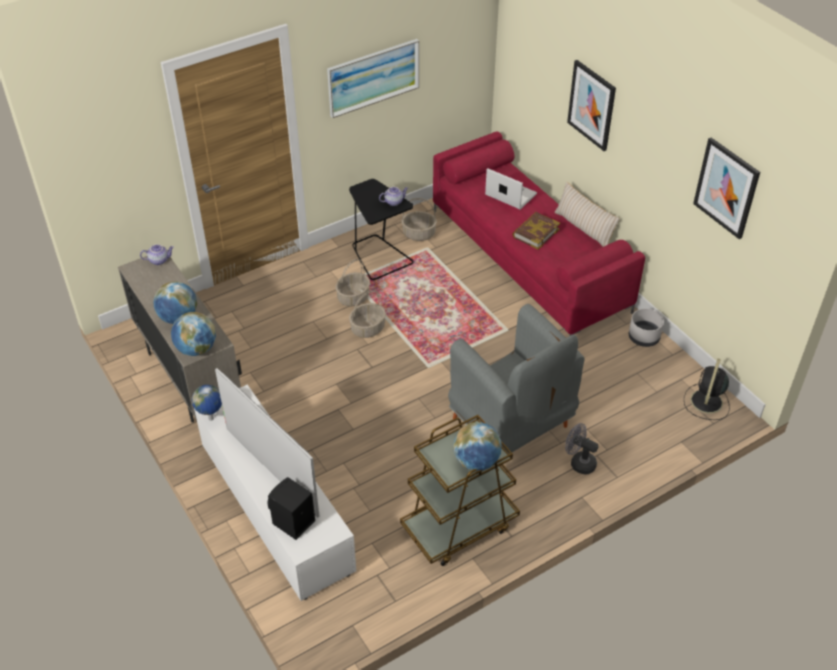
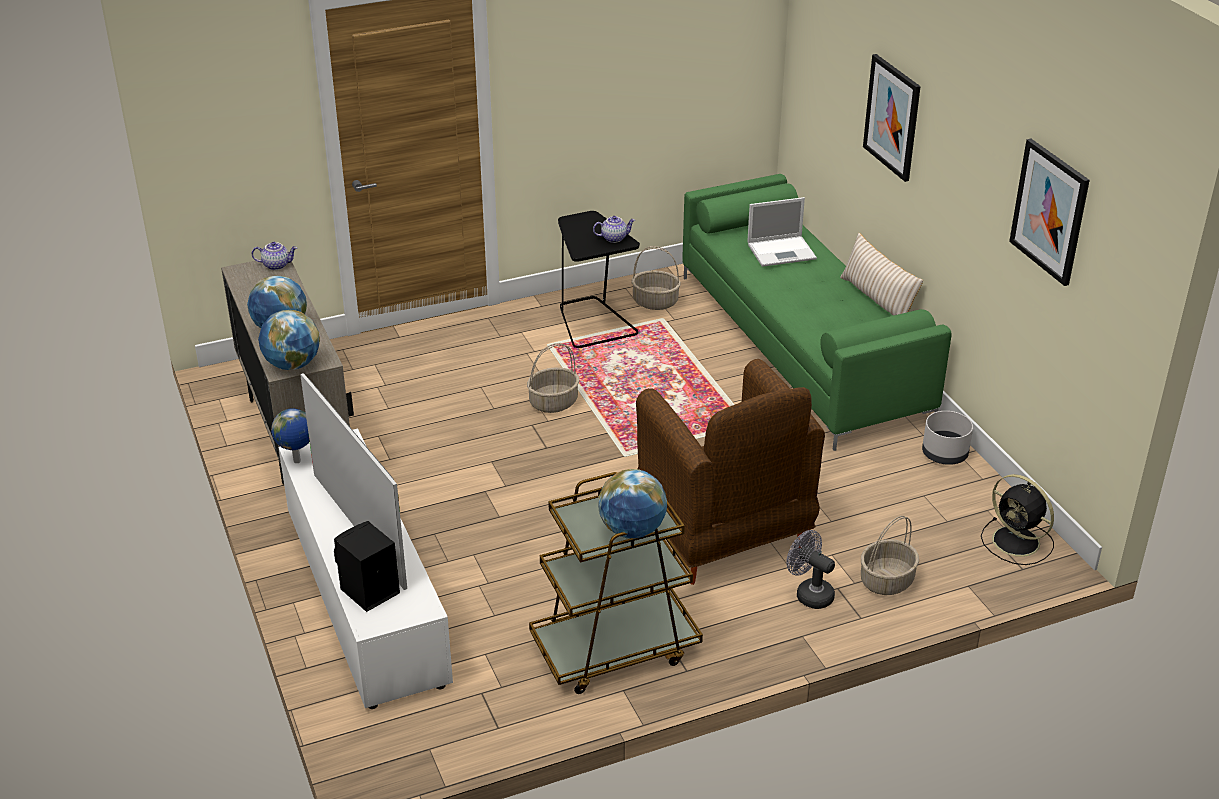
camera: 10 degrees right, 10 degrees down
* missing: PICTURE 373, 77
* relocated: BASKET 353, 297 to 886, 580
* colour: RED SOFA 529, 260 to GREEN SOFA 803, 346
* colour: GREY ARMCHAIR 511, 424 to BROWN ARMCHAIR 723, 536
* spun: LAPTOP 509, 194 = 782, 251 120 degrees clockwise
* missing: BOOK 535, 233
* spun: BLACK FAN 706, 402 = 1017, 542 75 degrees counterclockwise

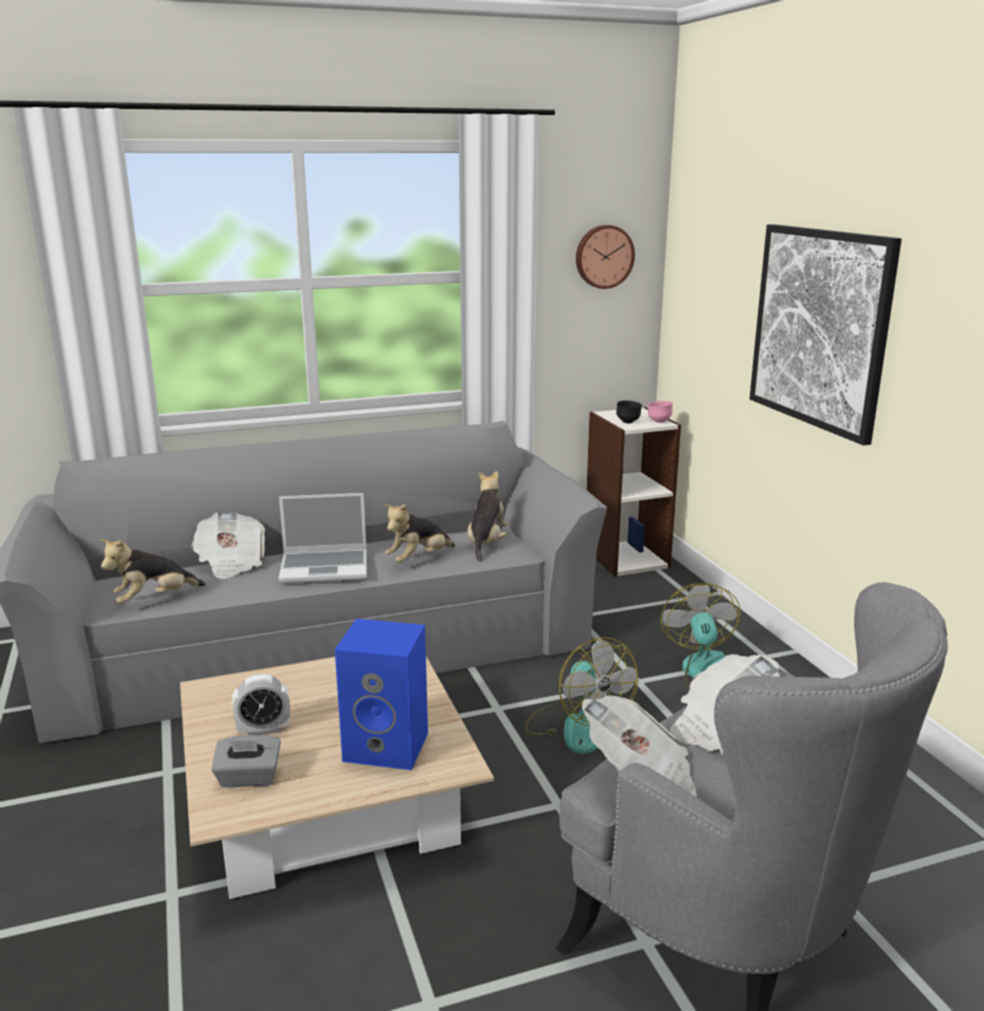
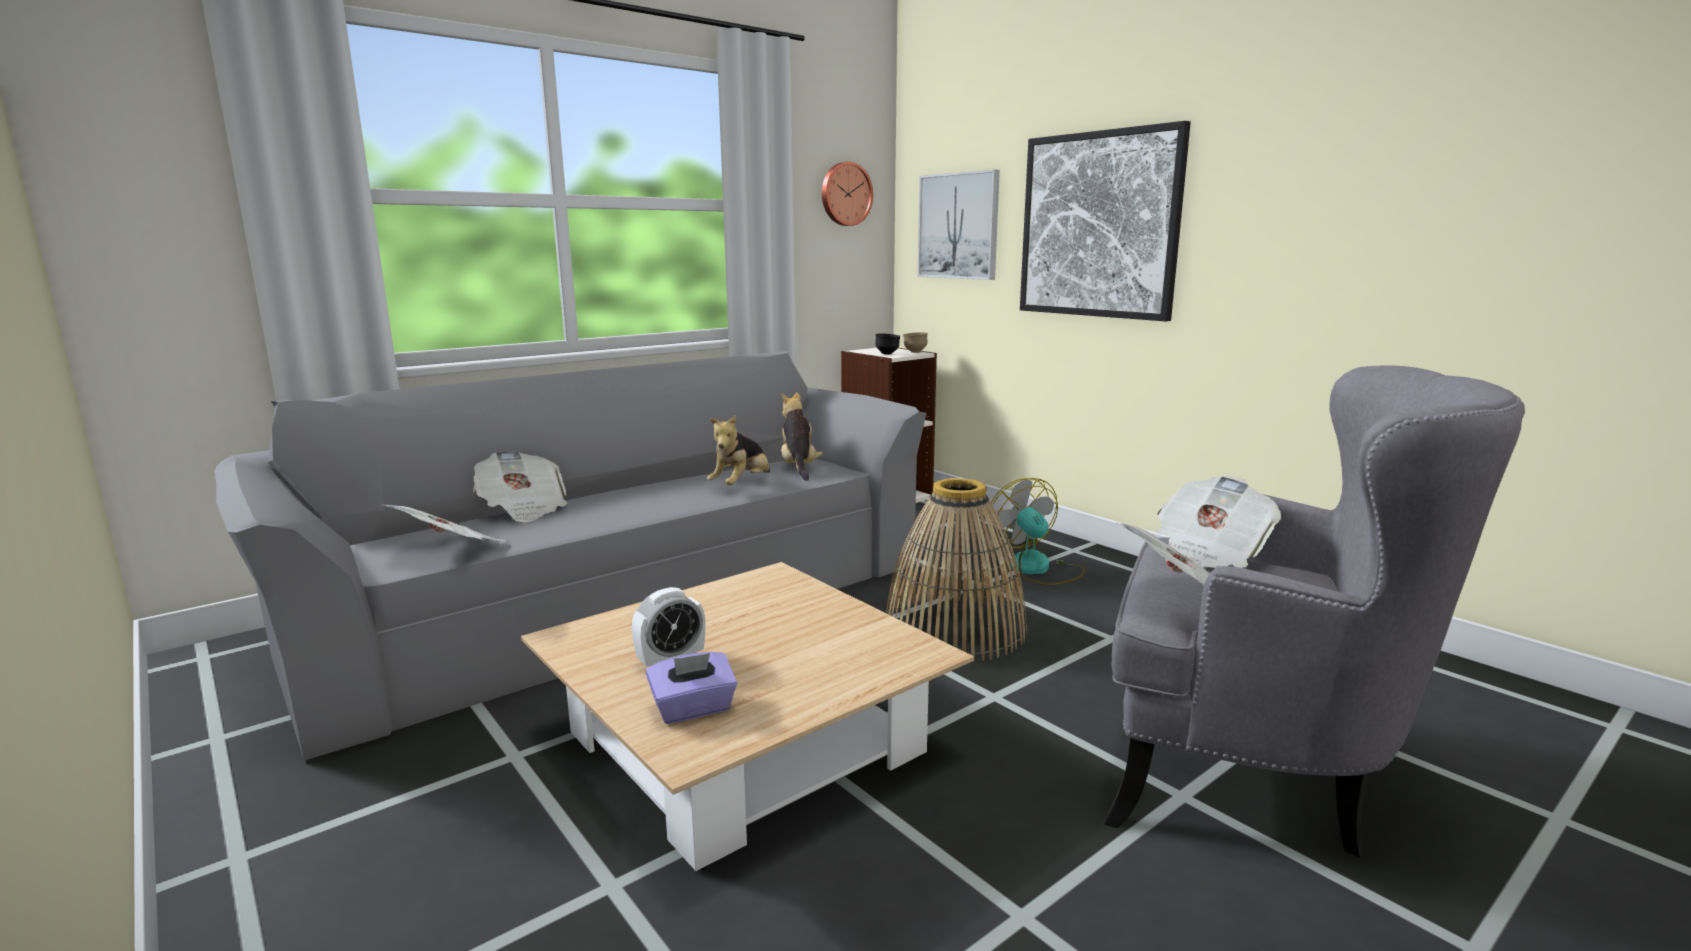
camera: 20 degrees left, 5 degrees down
* exchanged: PLUSH TOY 154, 599 to NEWSPAPER 449, 550
* colour: GREY TISSUE BOX 248, 778 to PURPLE TISSUE BOX 693, 709
* missing: LAPTOP 325, 567
* missing: BLUE SPEAKER 388, 746
* exchanged: FAN 577, 726 to BASKET 954, 628
* colour: PINK BOWL 659, 422 to BROWN BOWL 915, 352
* appeared: PICTURE 958, 226

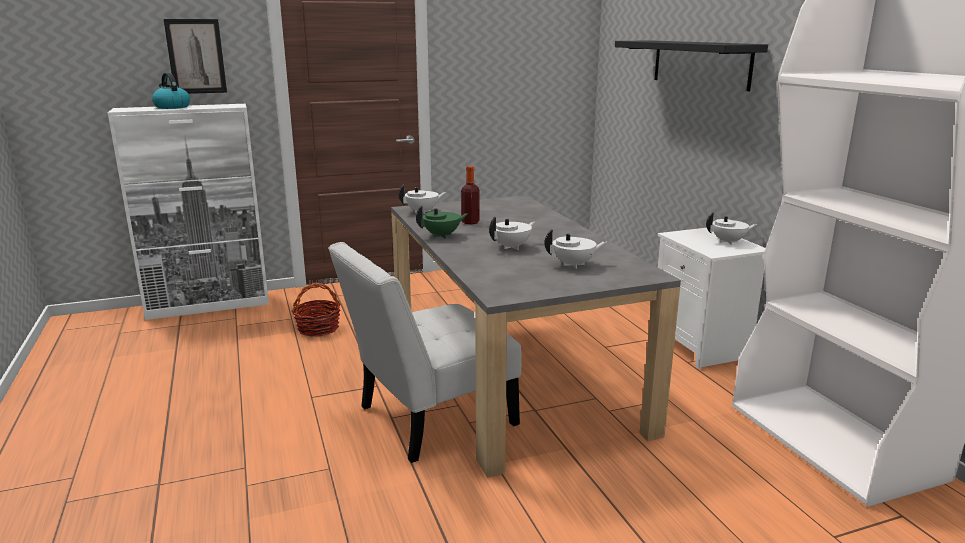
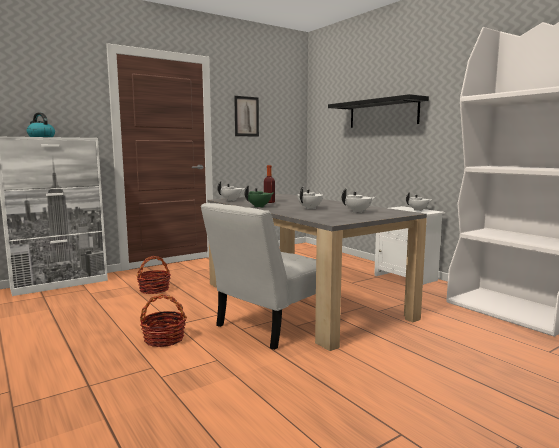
camera: 15 degrees left, 10 degrees down
* relocated: PICTURE 196, 56 to 246, 116
* appeared: BASKET 164, 339

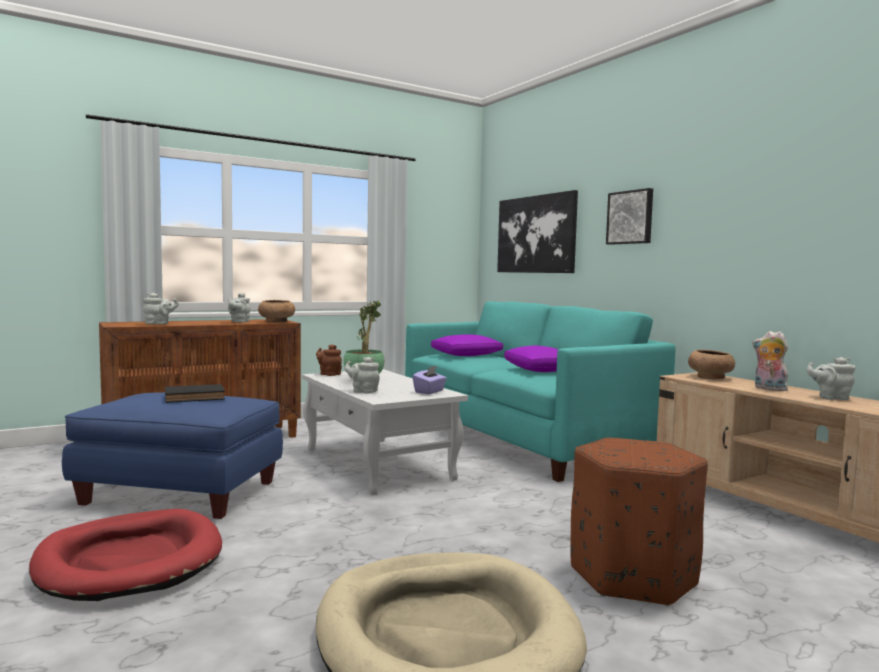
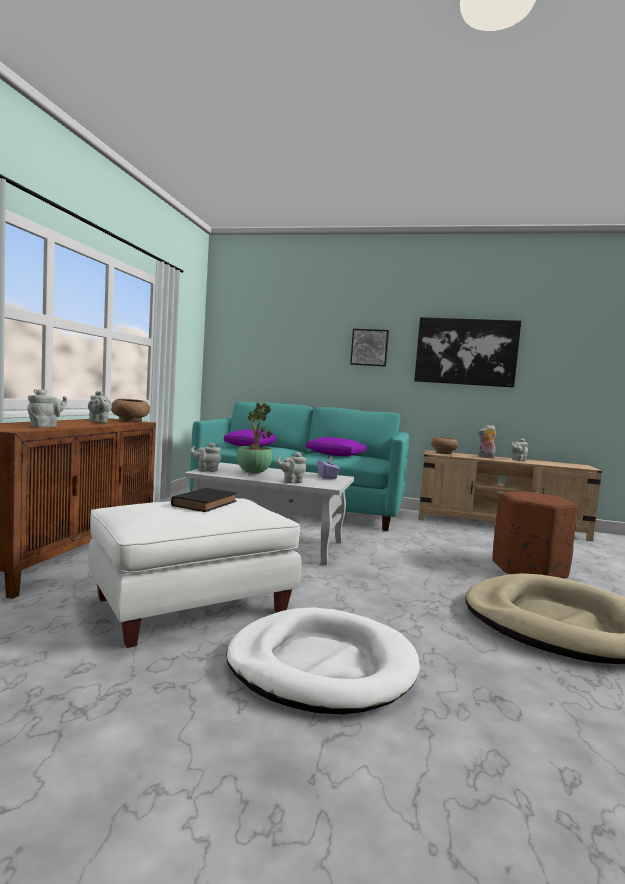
camera: 45 degrees left, 0 degrees up
* colour: RED DOG BED 130, 561 to WHITE DOG BED 321, 665
* colour: BLUE OTTOMAN 182, 492 to WHITE OTTOMAN 192, 604
* colour: BROWN TEAPOT 329, 374 to GREY TEAPOT 206, 470
* relocated: PICTURE 536, 234 to 466, 352

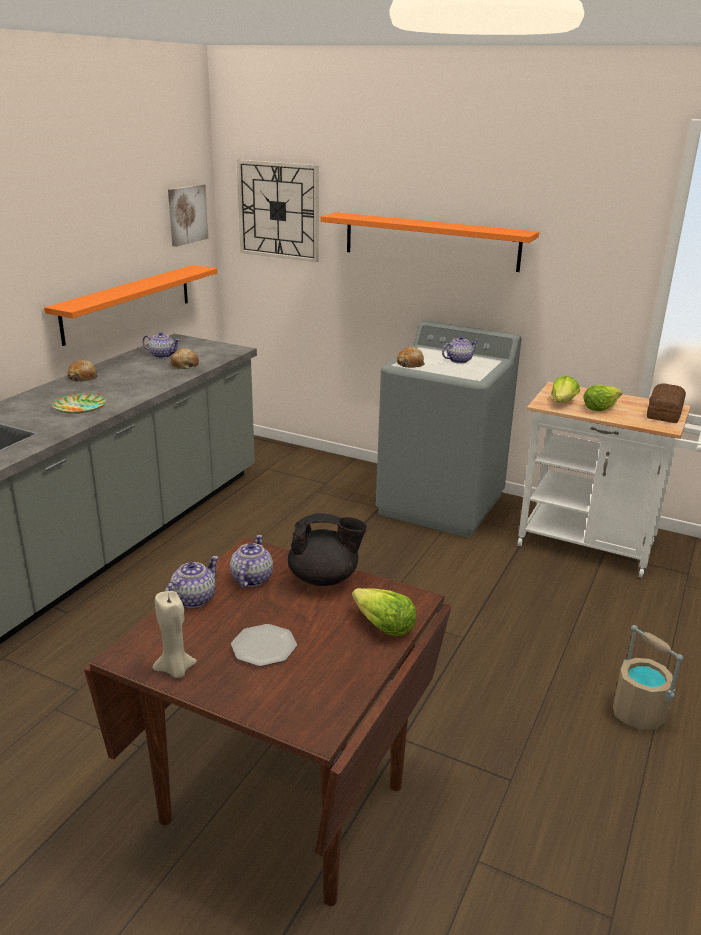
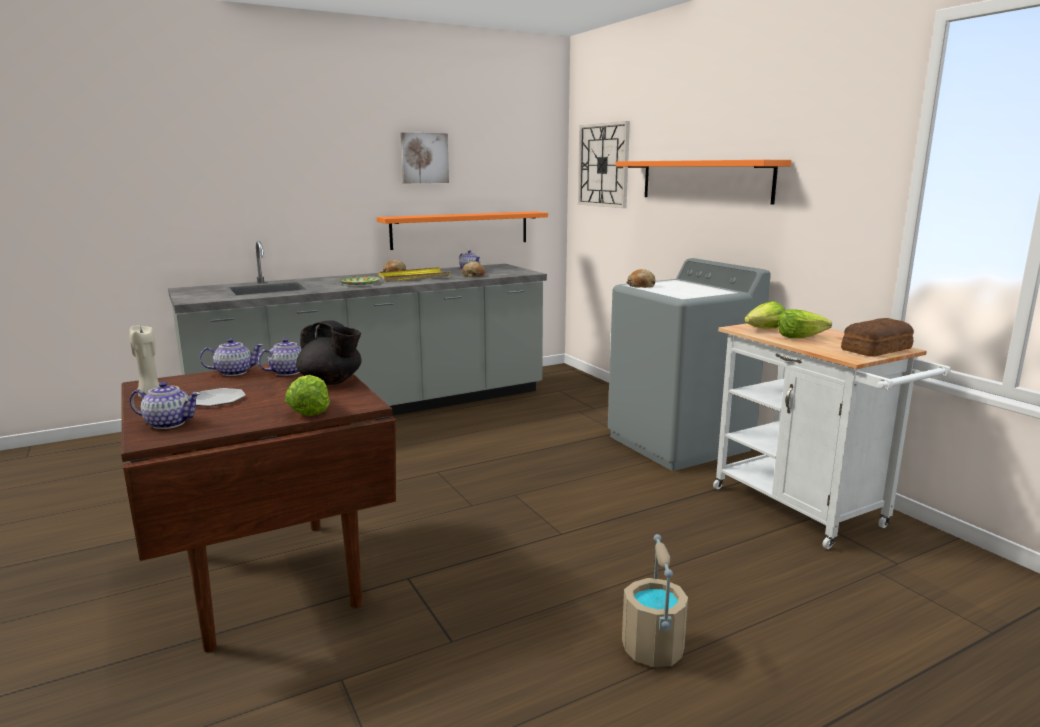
camera: 35 degrees right, 10 degrees down
* relocated: PICTURE 186, 214 to 424, 158
* relocated: TEAPOT 458, 360 to 168, 423
* appeared: YELLOW TRAY 413, 277

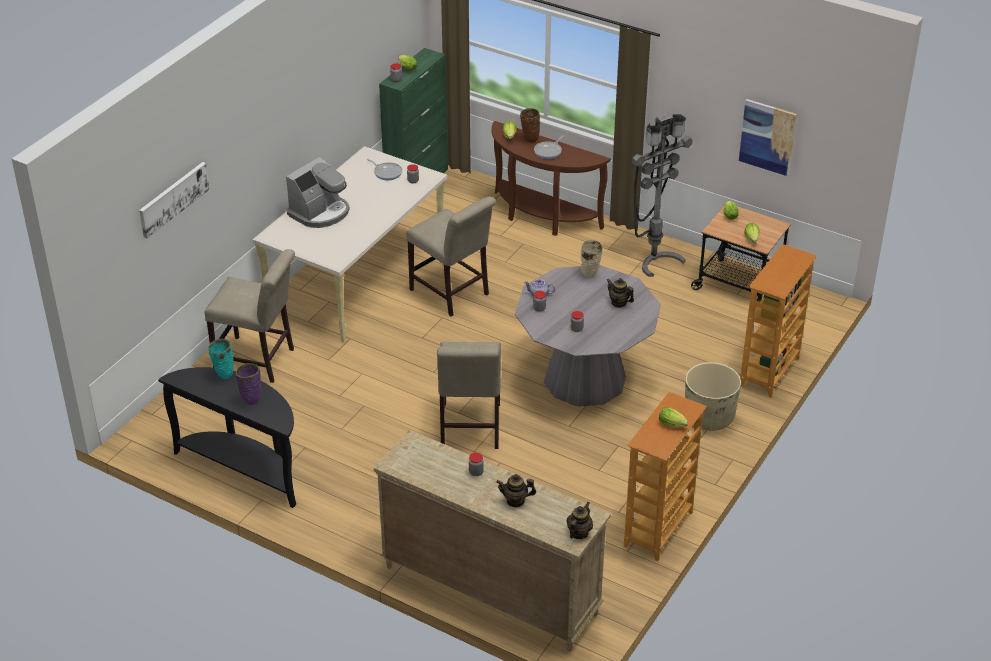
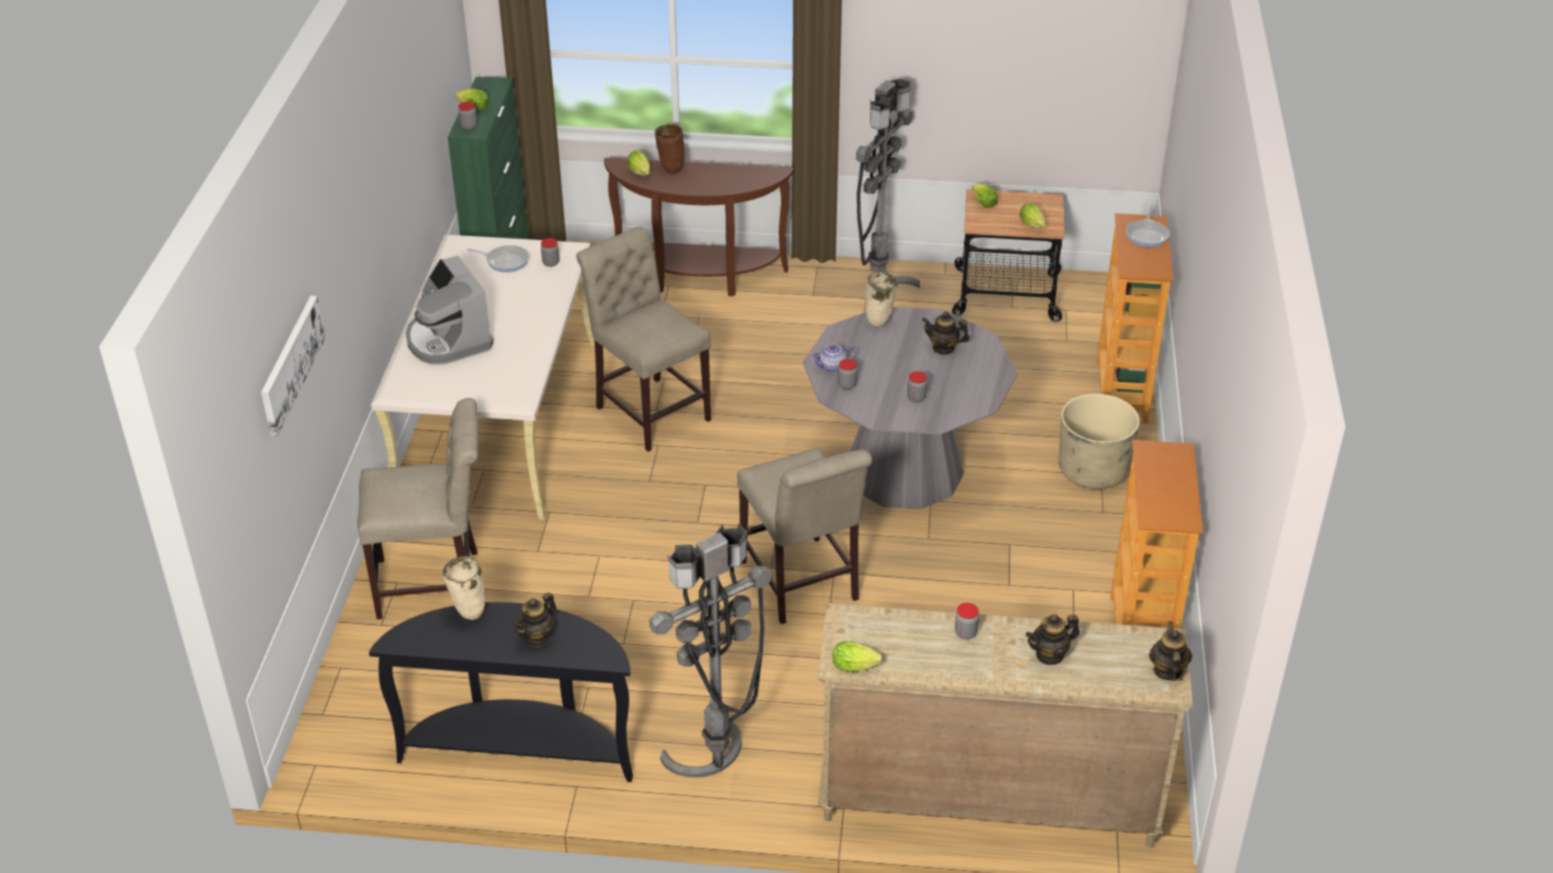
camera: 25 degrees left, 0 degrees up
* colour: TURQUOISE VASE 224, 375 to BEIGE VASE 469, 613
* exchanged: PURPLE VASE 251, 400 to TEAPOT 537, 637
* spun: COFFEE MACHINE 320, 212 = 448, 340 135 degrees clockwise
* spun: BEIGE CHAIR 452, 294 = 649, 410 150 degrees counterclockwise
* relocated: FRYING PAN 549, 151 to 1147, 235
* relocated: LETTUCE 673, 425 to 857, 667
* missing: PICTURE 767, 137
* appeared: GREY FLOOR LAMP 715, 763

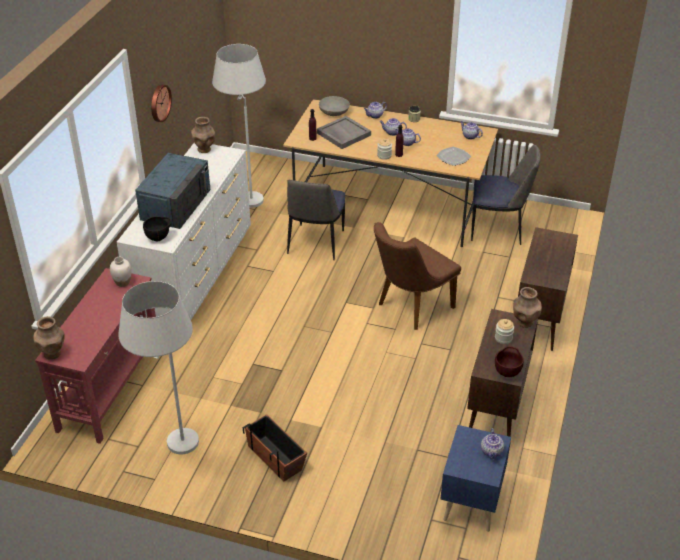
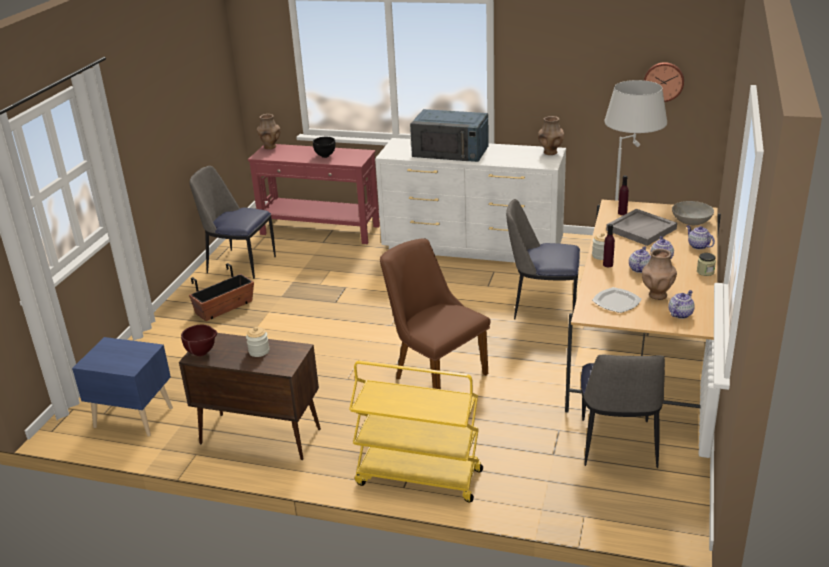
camera: 90 degrees right, 10 degrees down
* missing: WHITE VASE 123, 282
* exchanged: WHITE FLOOR LAMP 175, 455 to CHAIR 239, 264
* relocated: BLACK BOWL 159, 238 to 325, 156
* relocated: WALL CLOCK 159, 103 to 663, 81
* missing: TEAPOT 492, 452
* relocated: BROWN VASE 524, 323 to 657, 295
* exchanged: BROWN CABINET 539, 319 to YELLOW CART 418, 478

